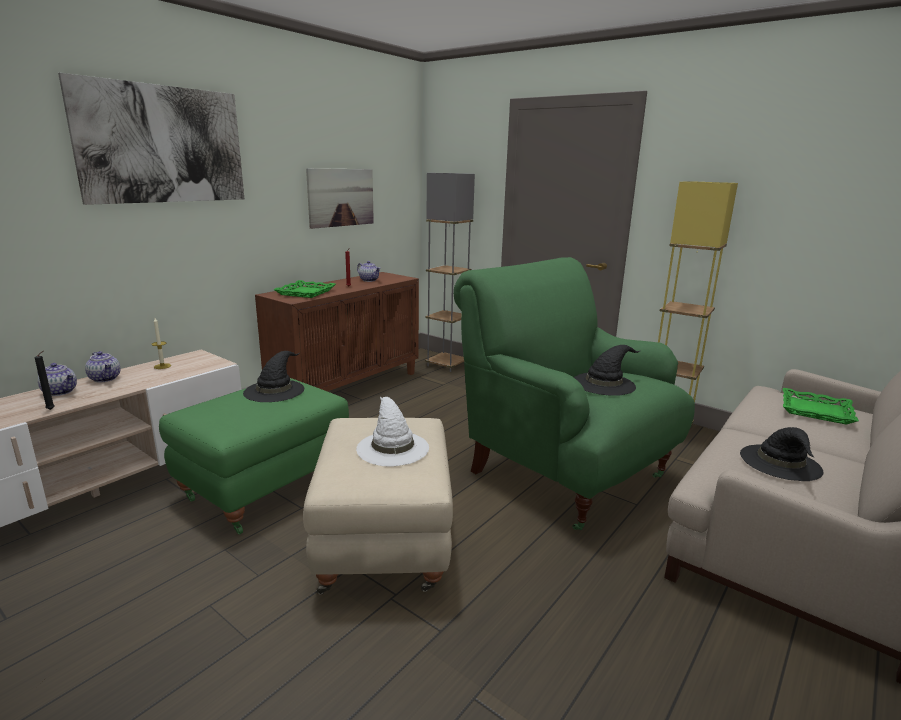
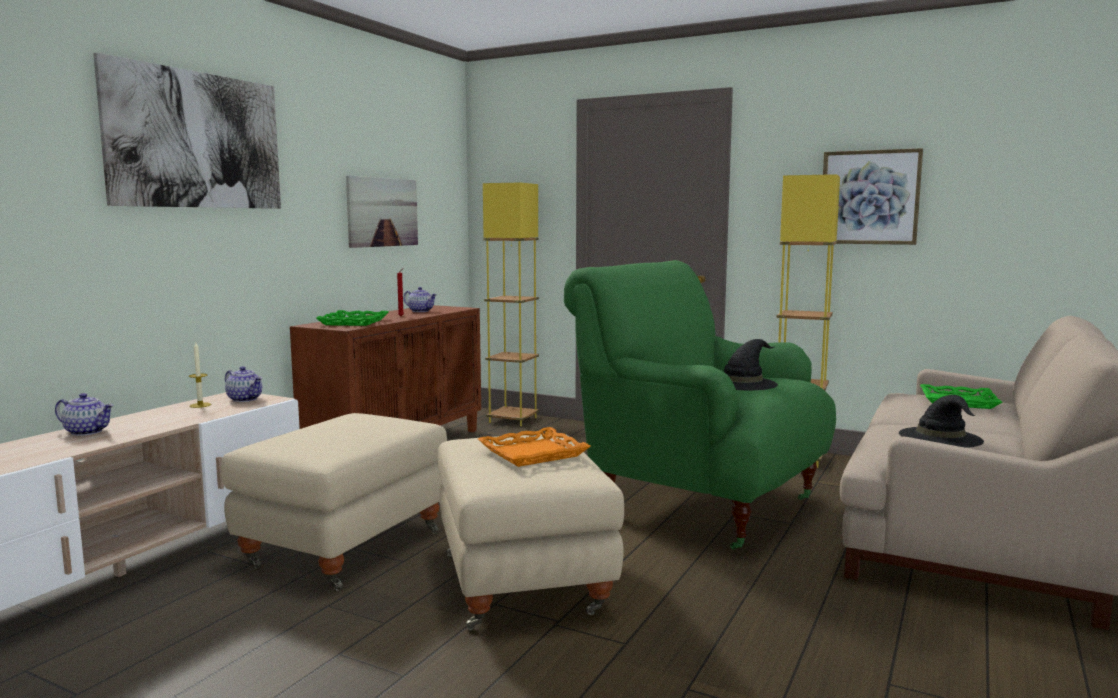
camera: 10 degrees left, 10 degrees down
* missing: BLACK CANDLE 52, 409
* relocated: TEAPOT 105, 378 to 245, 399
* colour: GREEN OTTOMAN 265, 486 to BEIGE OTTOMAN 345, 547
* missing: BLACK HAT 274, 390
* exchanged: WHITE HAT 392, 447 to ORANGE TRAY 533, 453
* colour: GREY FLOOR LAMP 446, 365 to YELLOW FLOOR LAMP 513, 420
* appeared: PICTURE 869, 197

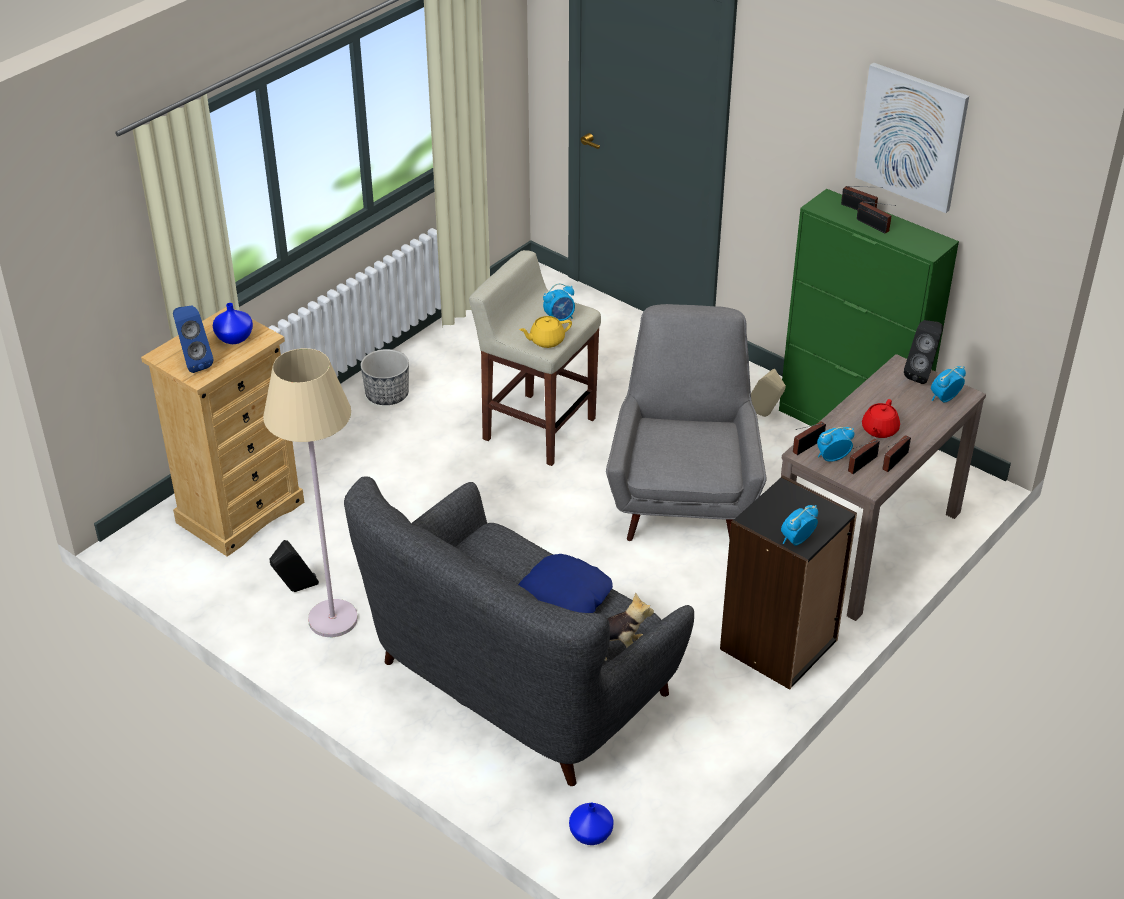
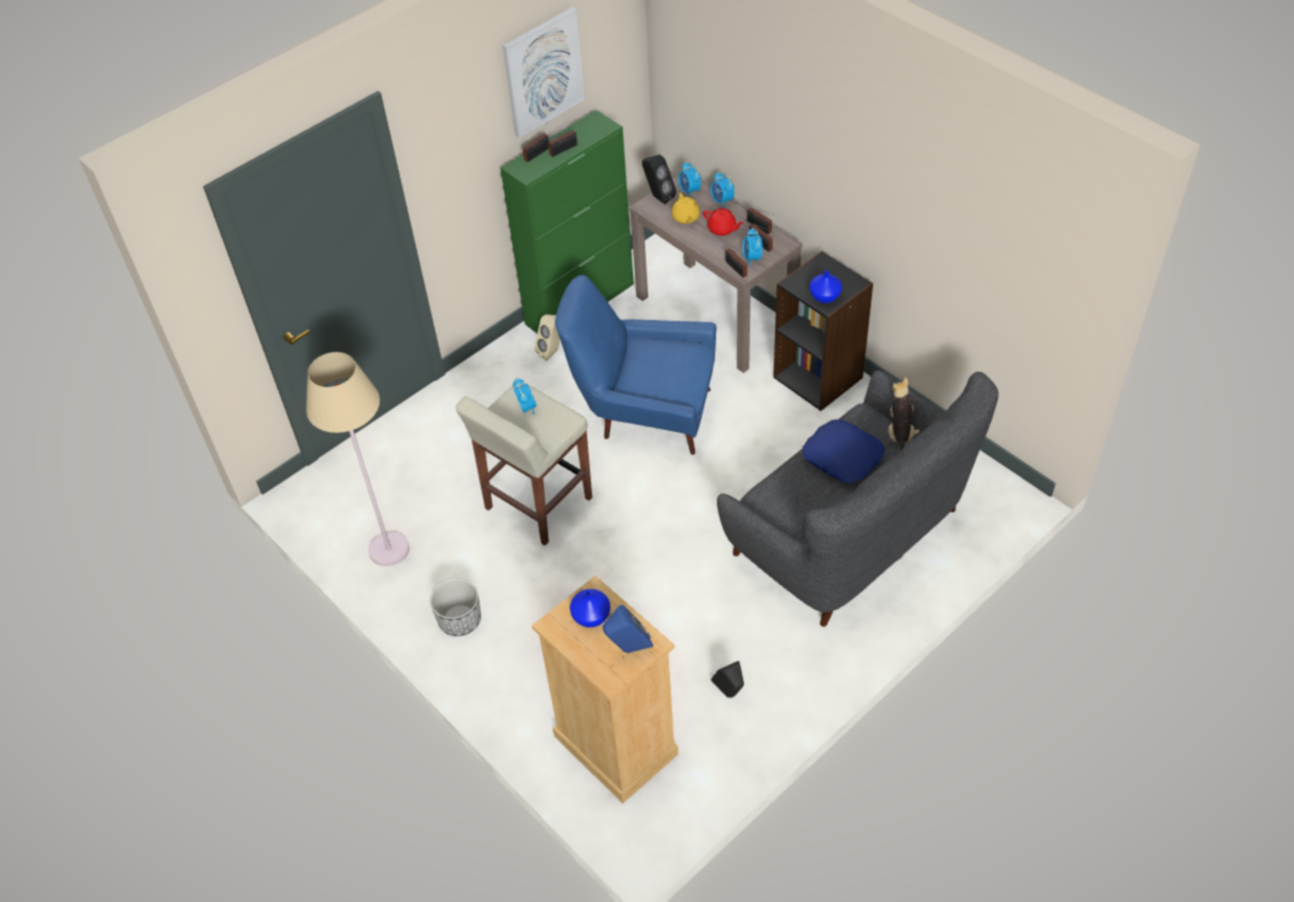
camera: 80 degrees left, 10 degrees up
* relocated: BEIGE FLOOR LAMP 332, 619 to 389, 549
* relocated: YELLOW TEAPOT 546, 341 to 685, 217
* relocated: BLUE VASE 592, 834 to 824, 296
* colour: GREY ARMCHAIR 683, 496 to BLUE ARMCHAIR 645, 413
* relocated: ALARM CLOCK 796, 540 to 722, 201

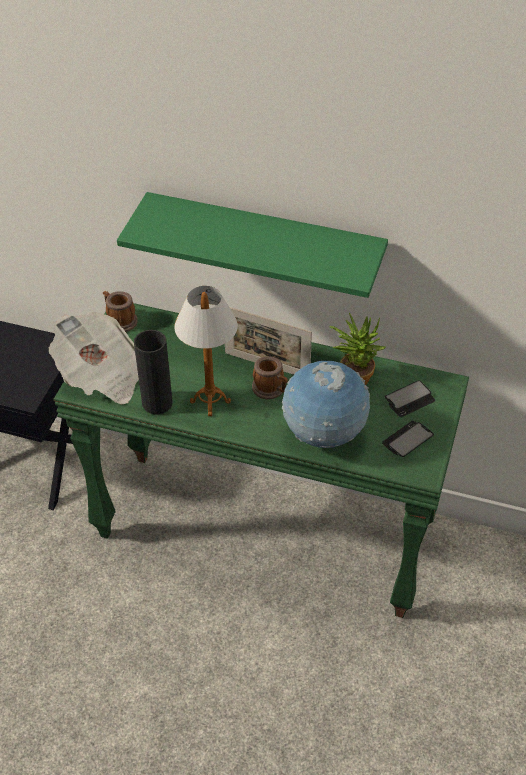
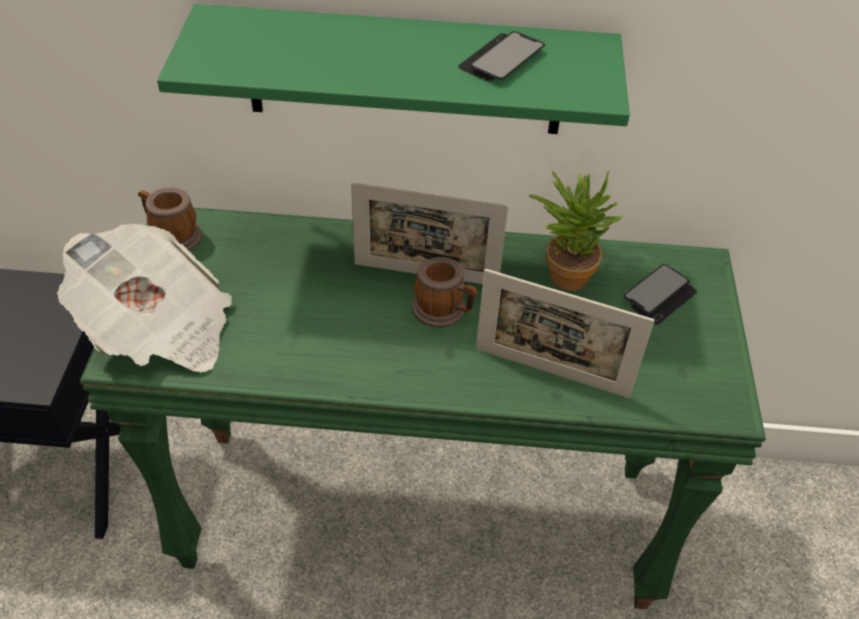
camera: 15 degrees left, 0 degrees up
* missing: BLACK VASE 157, 403
* missing: TABLE LAMP 210, 402
* exchanged: GLOBE 324, 435 to PICTURE FRAME 551, 372
* relocated: PHONE 407, 440 to 501, 59

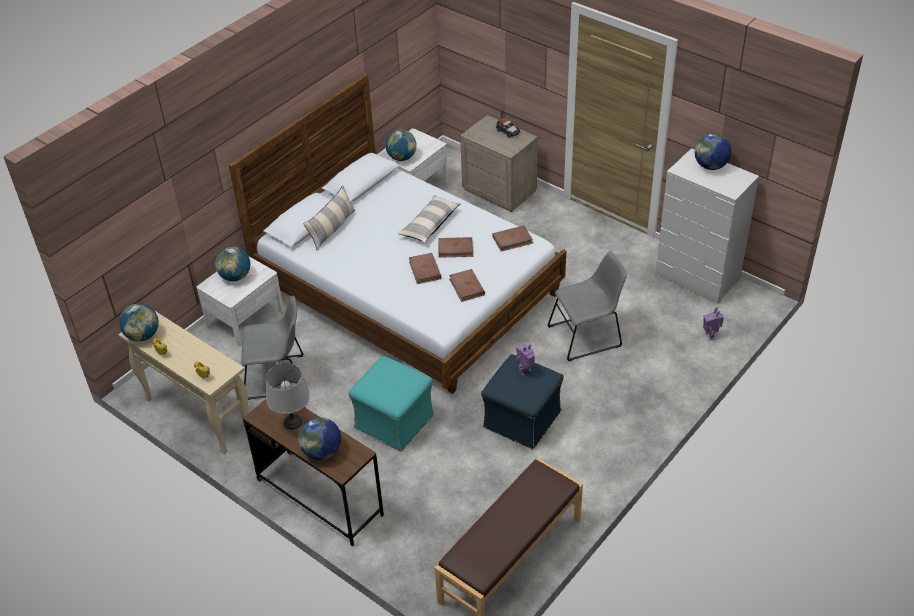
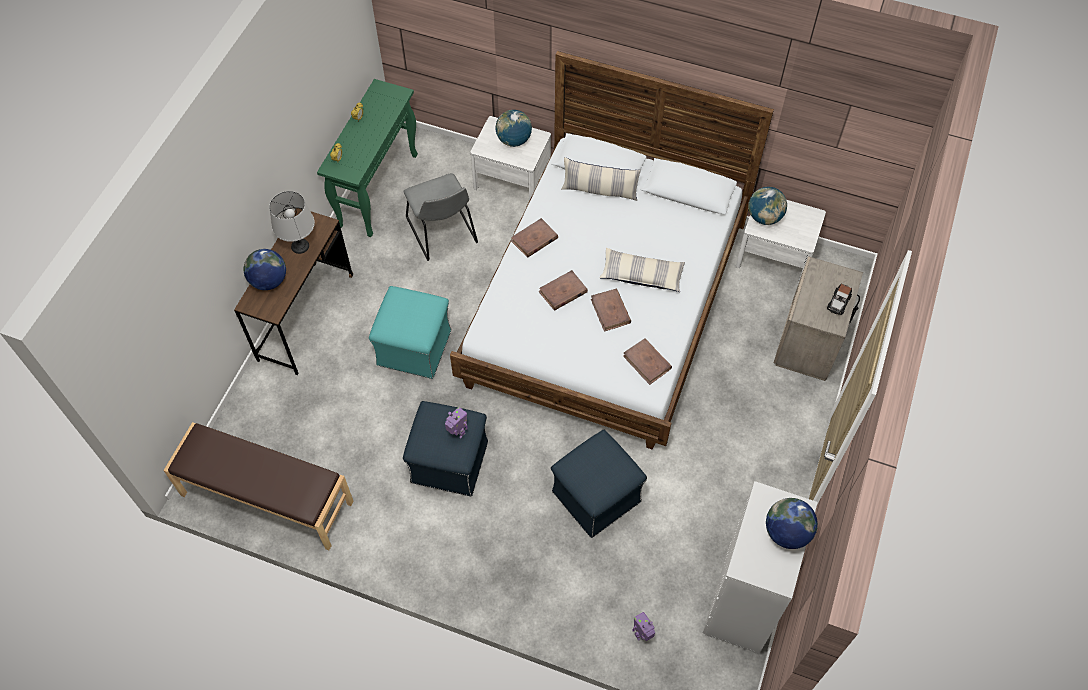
camera: 70 degrees right, 15 degrees up
* missing: GLOBE 143, 336
* colour: BEIGE CONSOLE TABLE 197, 415 to GREEN CONSOLE TABLE 378, 189
* relocated: BROWN BOOK 467, 287 to 534, 240
* exchanged: GREY CHAIR 587, 335 to BLUE OTTOMAN 595, 497

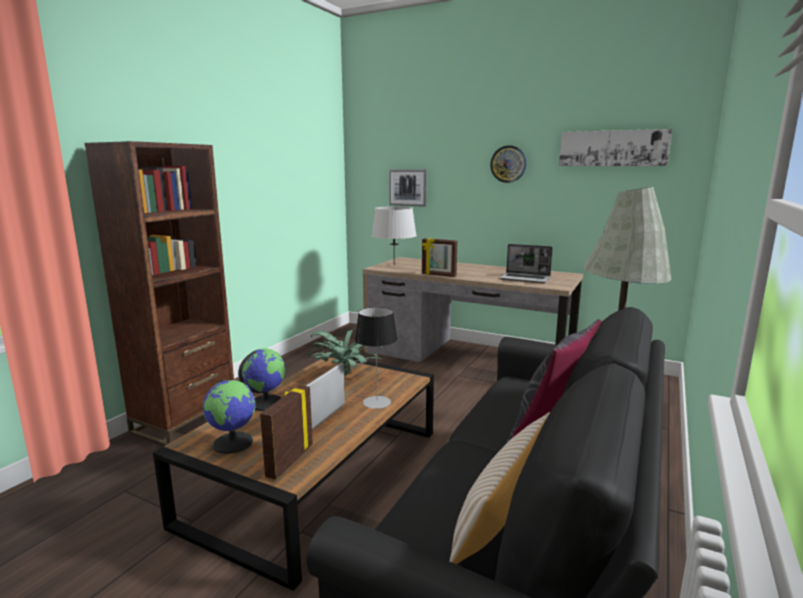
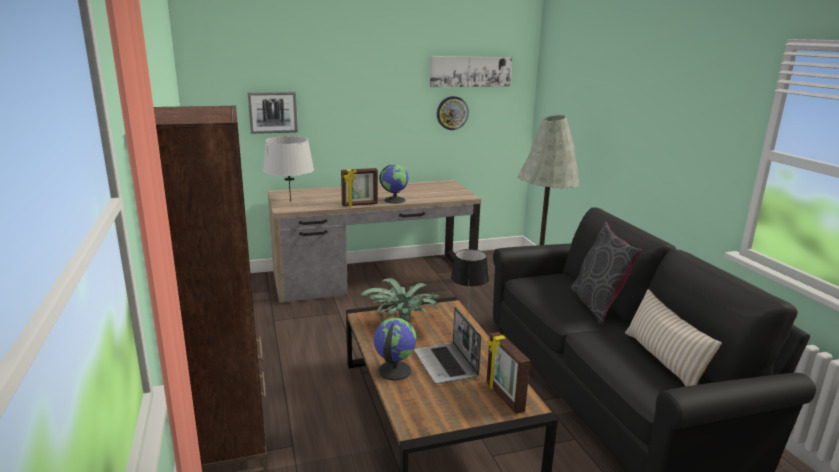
camera: 45 degrees left, 5 degrees up
* relocated: GLOBE 233, 442 to 394, 200
* relocated: WALL CLOCK 508, 164 to 452, 113
* missing: LAPTOP 525, 279

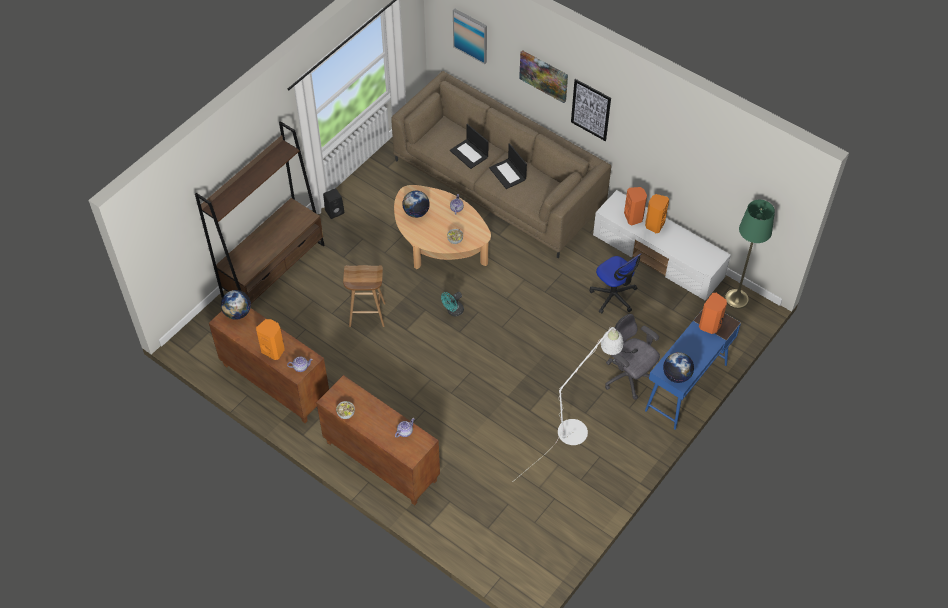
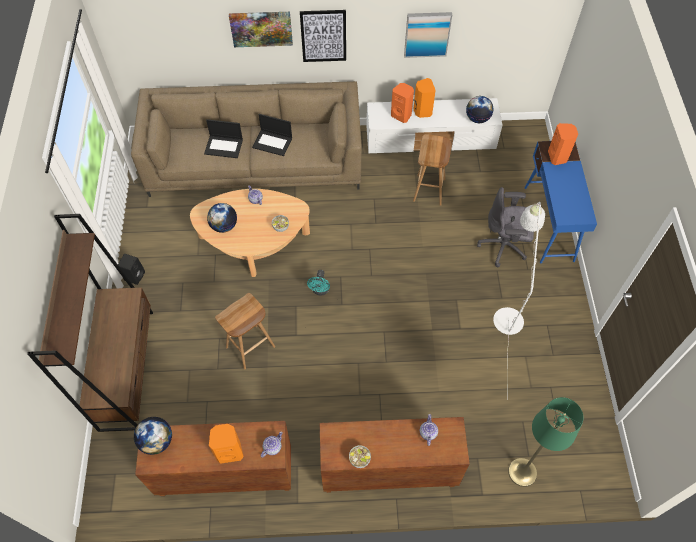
camera: 40 degrees left, 5 degrees up
* relocated: PICTURE 470, 35 to 427, 34
* exchanged: OFFICE CHAIR 613, 296 to BROWN STOOL 429, 190
* relocated: GLOBE 676, 375 to 477, 118
* relocated: GREEN FLOOR LAMP 736, 299 to 522, 472

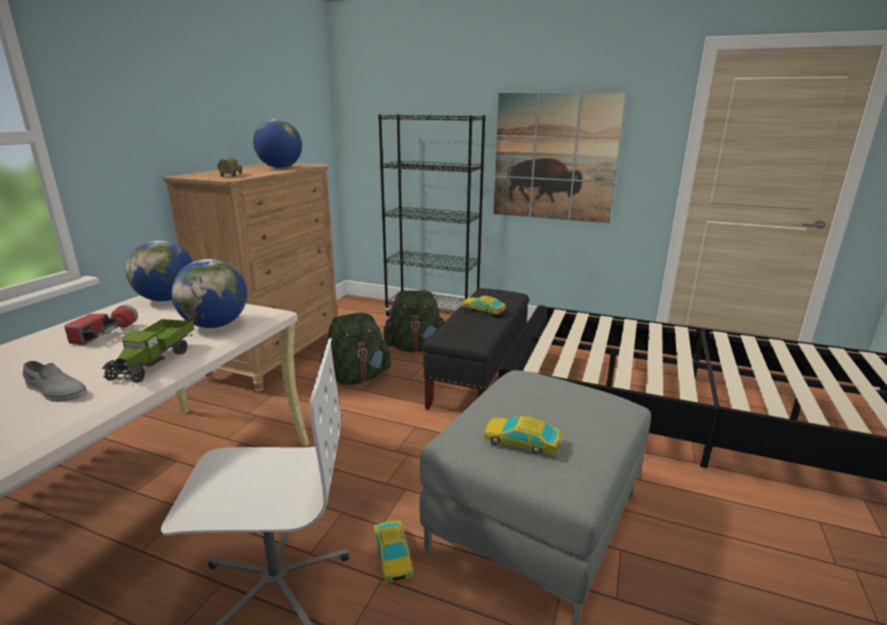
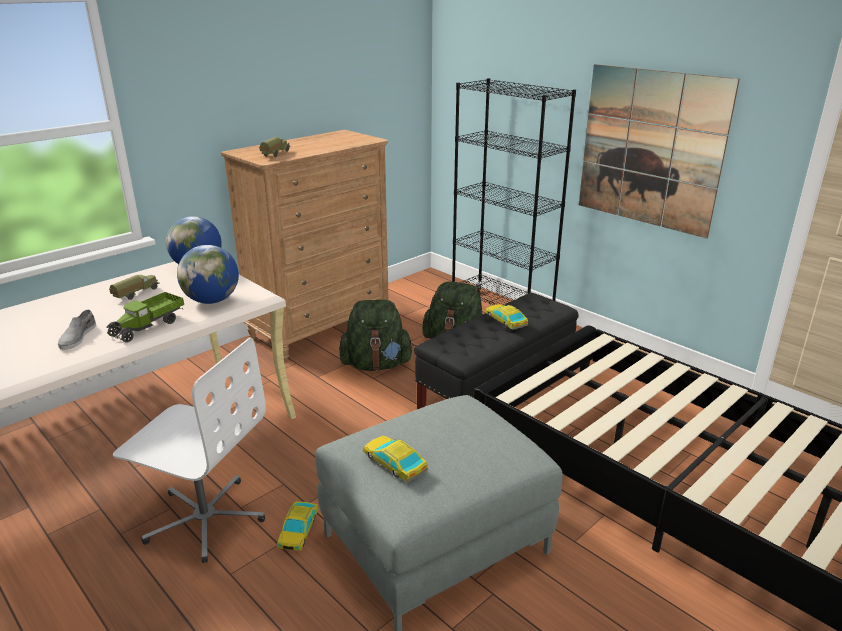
camera: 25 degrees right, 5 degrees up
* spun: GREY SHOE 55, 391 = 77, 337 45 degrees clockwise
* exchanged: FLASHLIGHT 106, 334 to TOY TRUCK 136, 294
* missing: GLOBE 280, 168

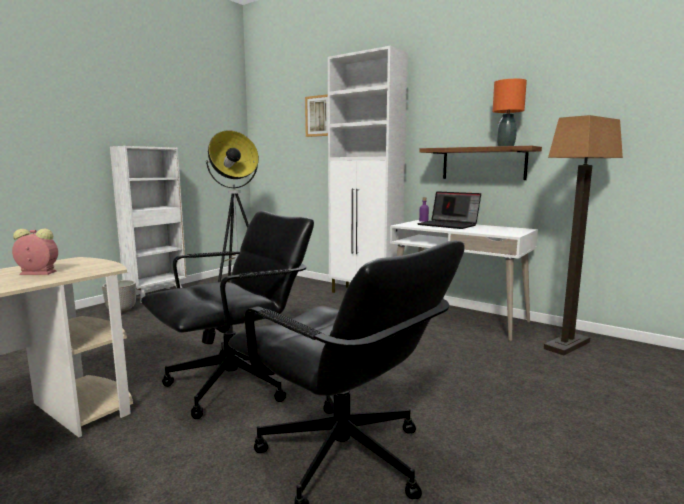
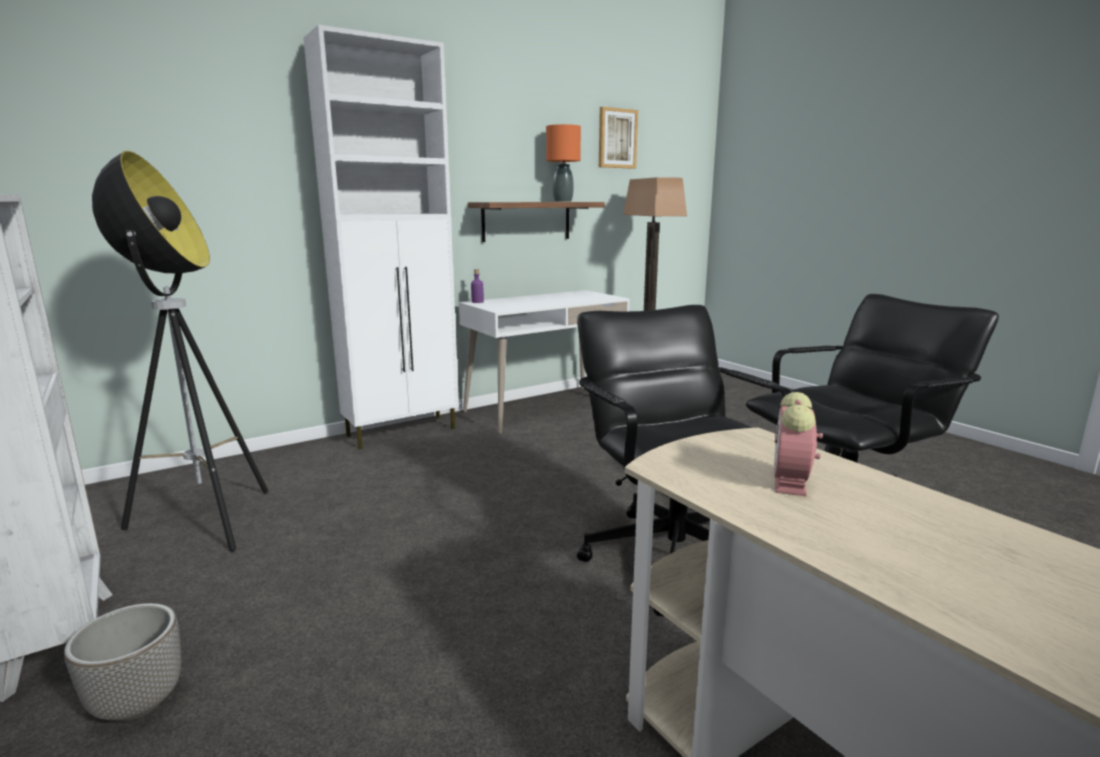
camera: 70 degrees left, 5 degrees up
* relocated: PICTURE 319, 116 to 617, 138
* missing: LAPTOP 449, 225

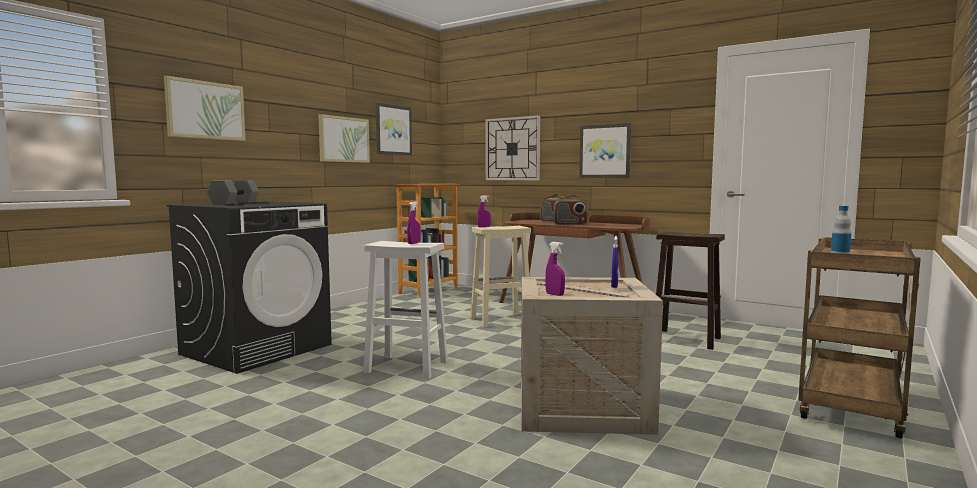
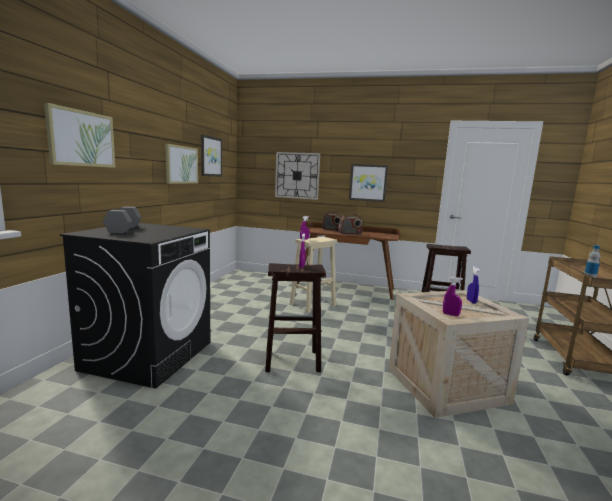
camera: 20 degrees left, 5 degrees up
* colour: WHITE STOOL 405, 367 to BROWN STOOL 291, 361
* missing: BOOKCASE 428, 290

